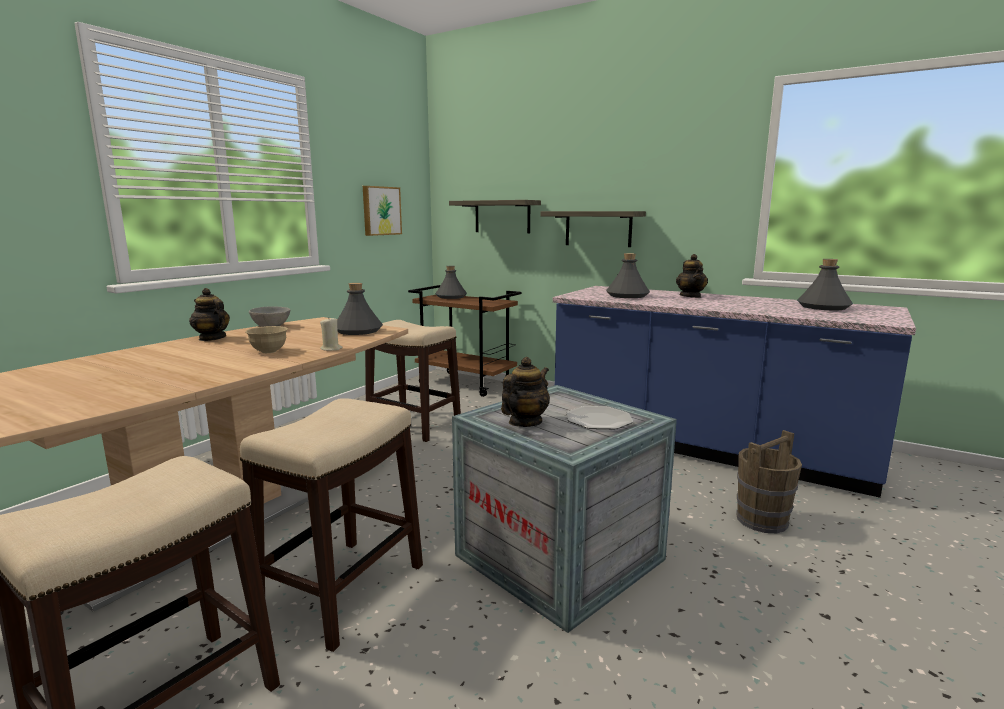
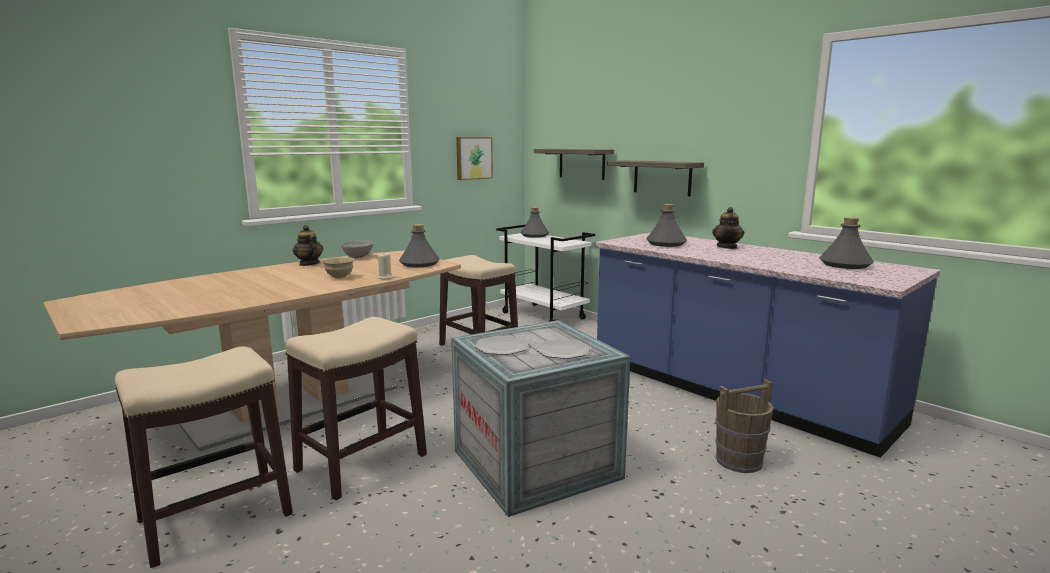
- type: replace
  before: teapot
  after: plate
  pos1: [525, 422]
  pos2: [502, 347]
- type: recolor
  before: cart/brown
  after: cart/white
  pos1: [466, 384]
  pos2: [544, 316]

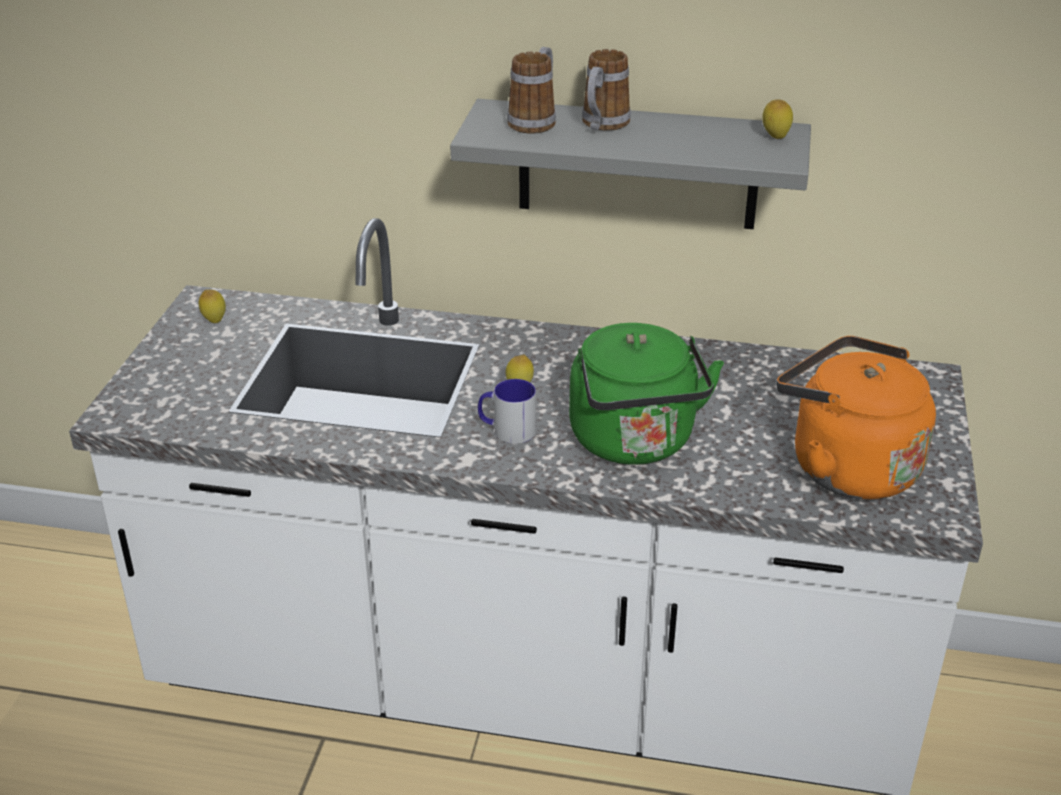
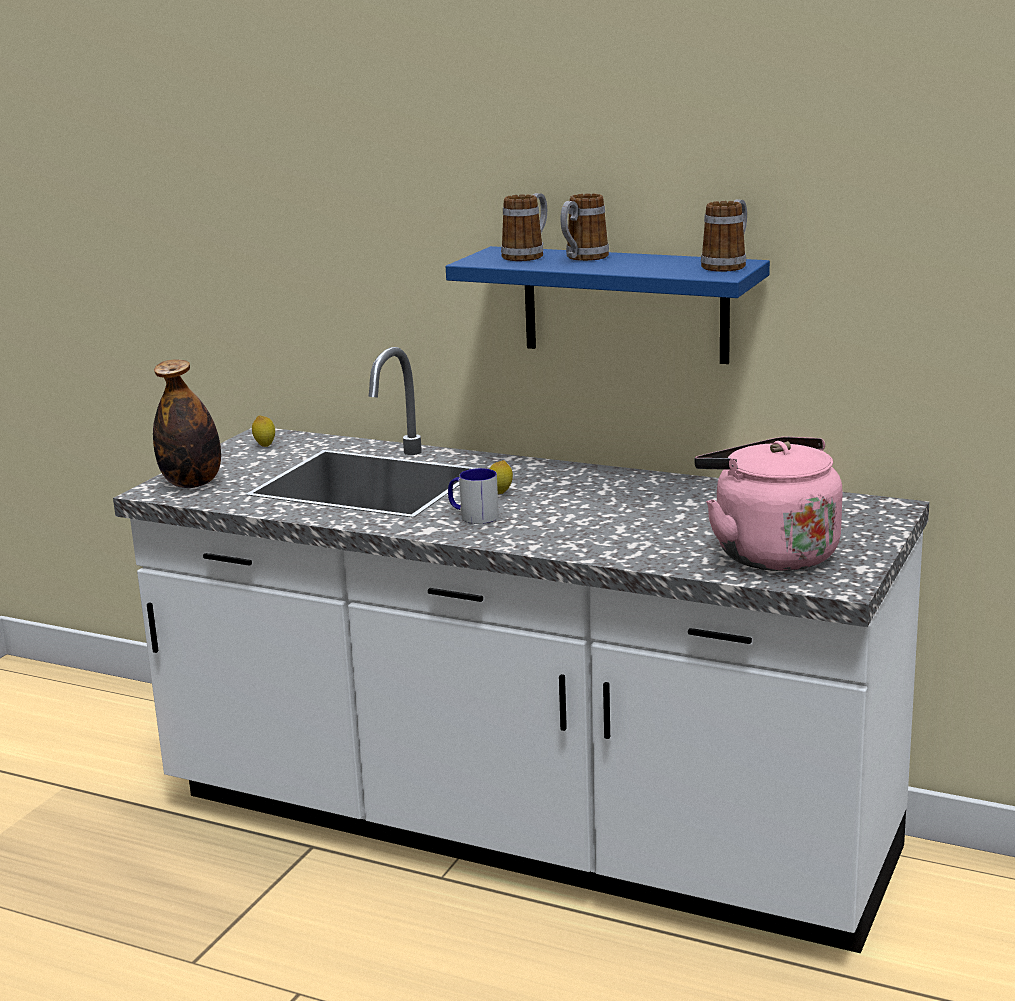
- type: delete
  before: kettle/green
  pos1: [635, 443]
- type: insert
  after: bottle
  pos2: [192, 484]
- type: replace
  before: lemon
  after: mug
  pos1: [775, 138]
  pos2: [728, 265]
- type: recolor
  before: shelf/grey
  after: shelf/blue
  pos1: [638, 165]
  pos2: [625, 304]
- type: recolor
  before: kettle/orange
  after: kettle/pink
  pos1: [846, 466]
  pos2: [769, 553]

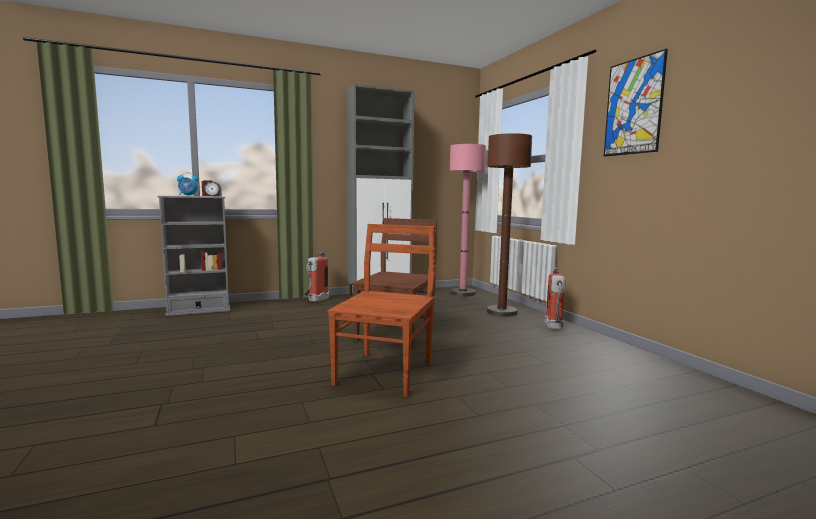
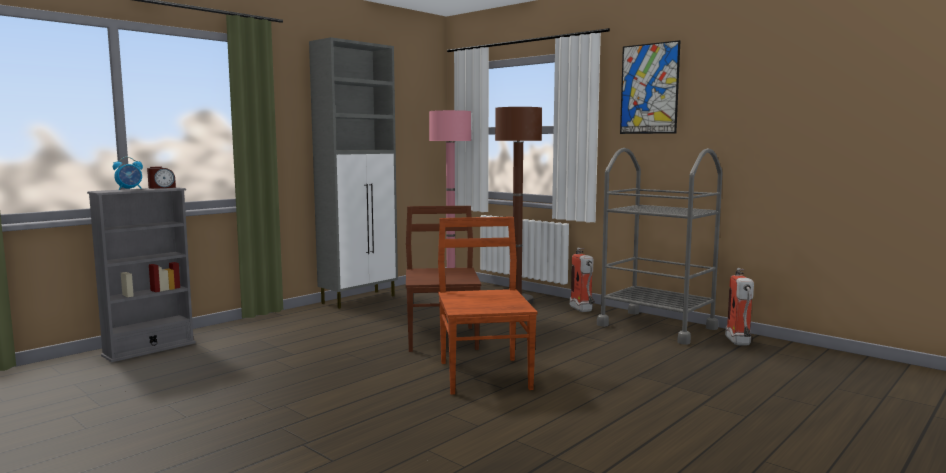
- type: insert
  after: cart/grey
  pos2: [656, 327]
- type: move
  before: fire extinguisher
  pos1: [315, 301]
  pos2: [739, 343]

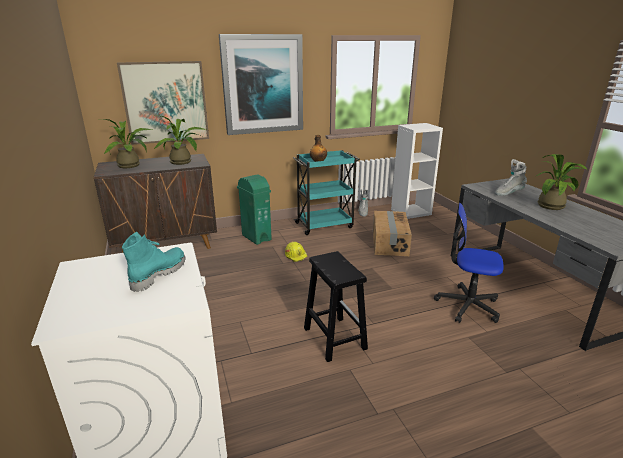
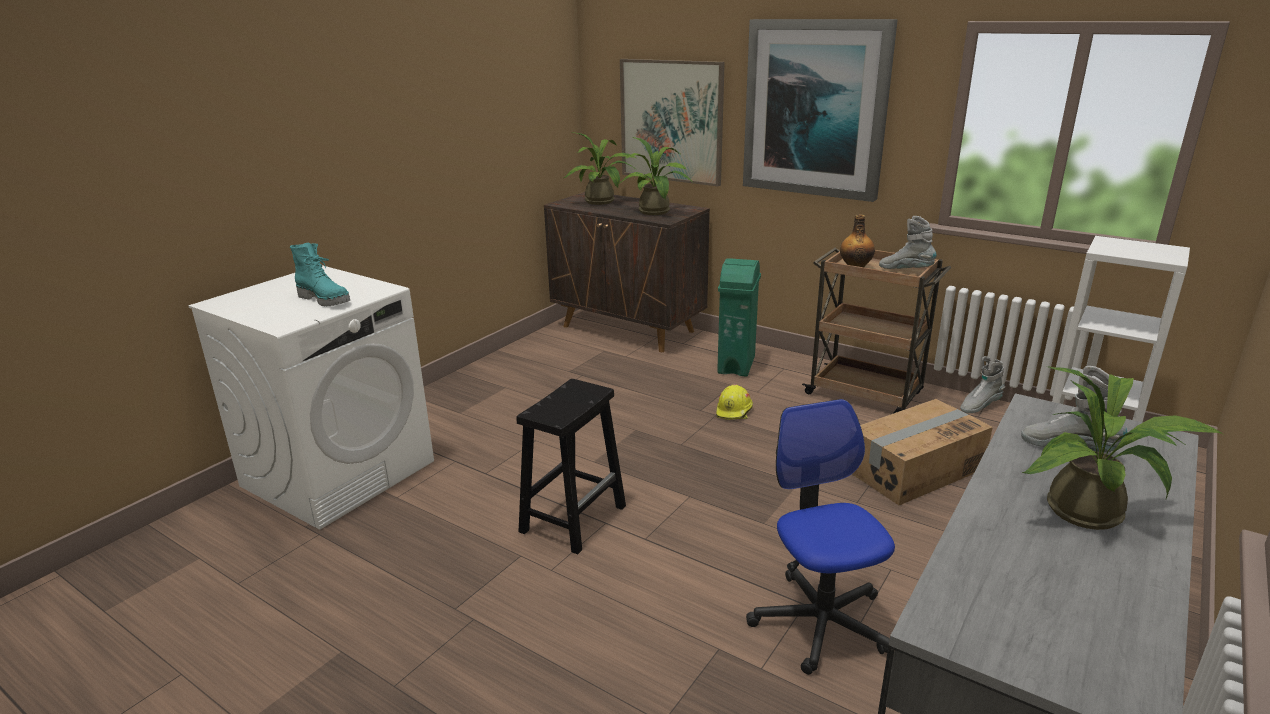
- type: insert
  after: boot/grey
  pos2: [905, 270]
- type: recolor
  before: cart/turquoise
  after: cart/brown
  pos1: [325, 225]
  pos2: [866, 394]
- type: rotate
  before: boot/turquoise
  pos1: [158, 274]
  pos2: [325, 300]
  turn: 45

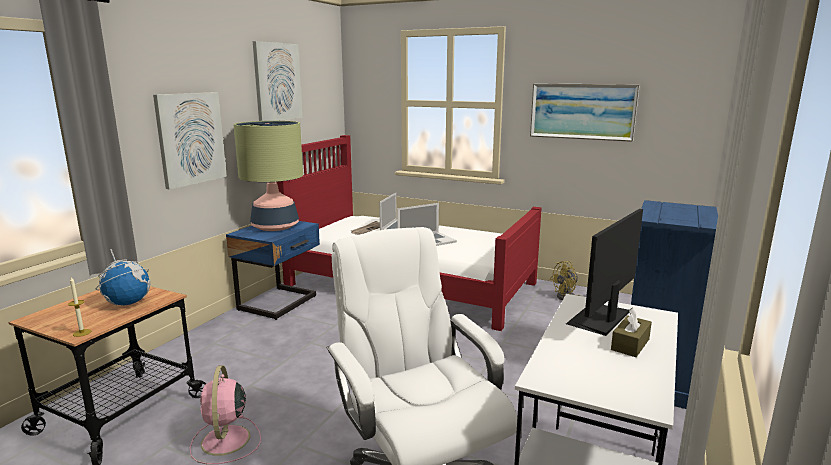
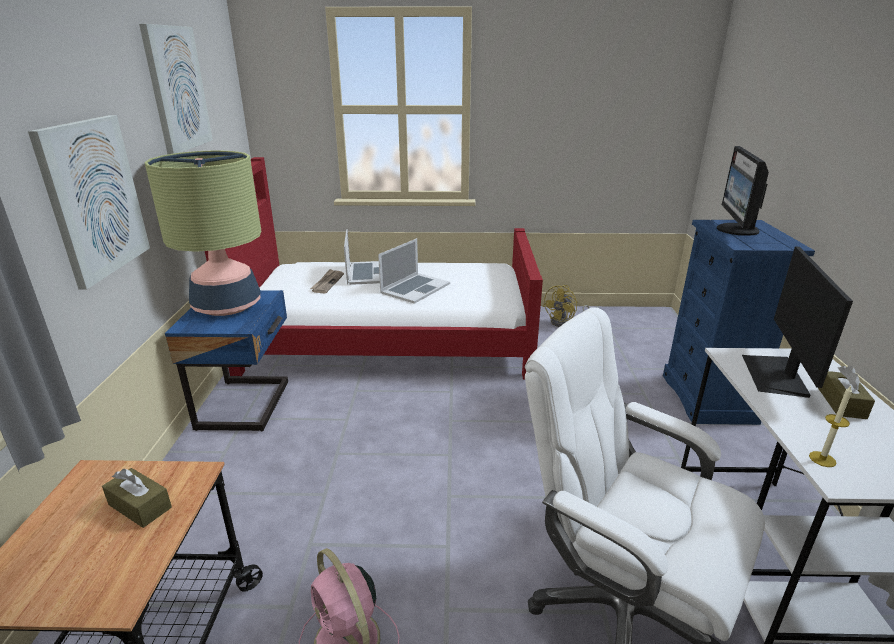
- type: delete
  before: picture
  pos1: [582, 111]
- type: insert
  after: monitor
  pos2: [736, 230]
- type: move
  before: candle
  pos1: [82, 333]
  pos2: [822, 459]
- type: replace
  before: globe
  after: tissue box/brown
  pos1: [128, 303]
  pos2: [140, 506]

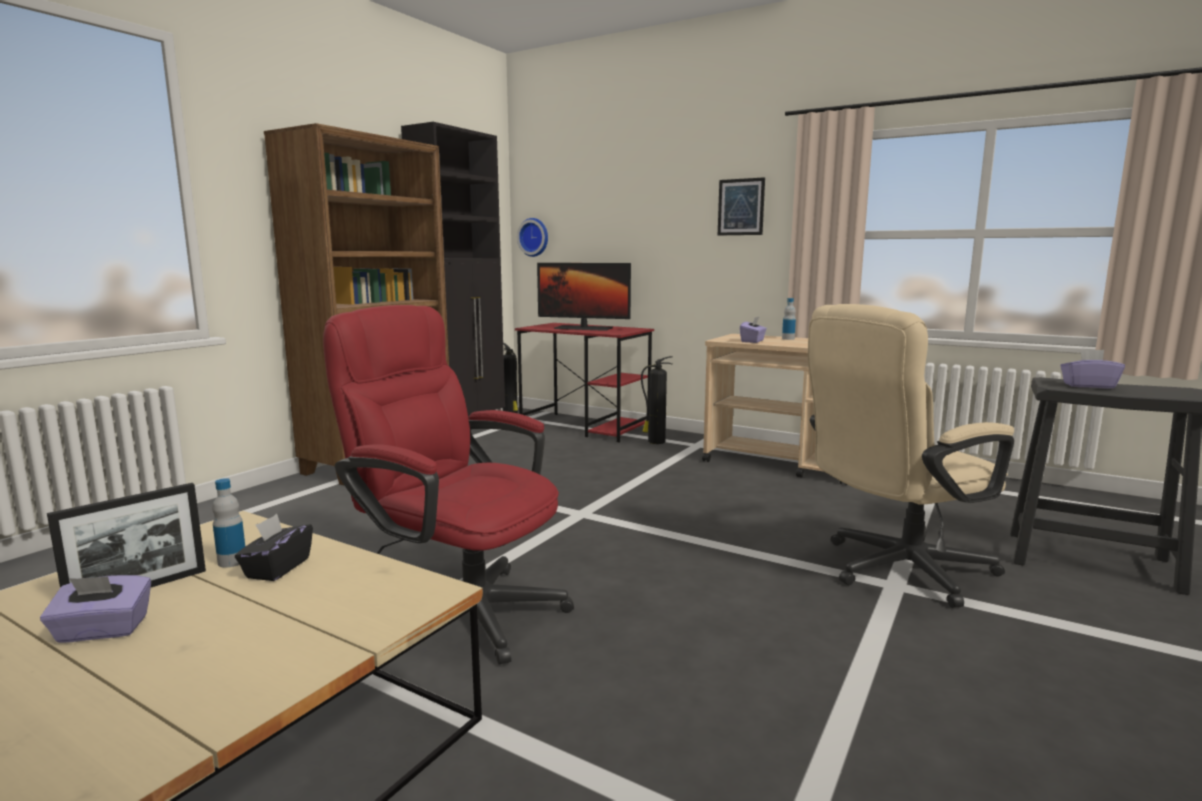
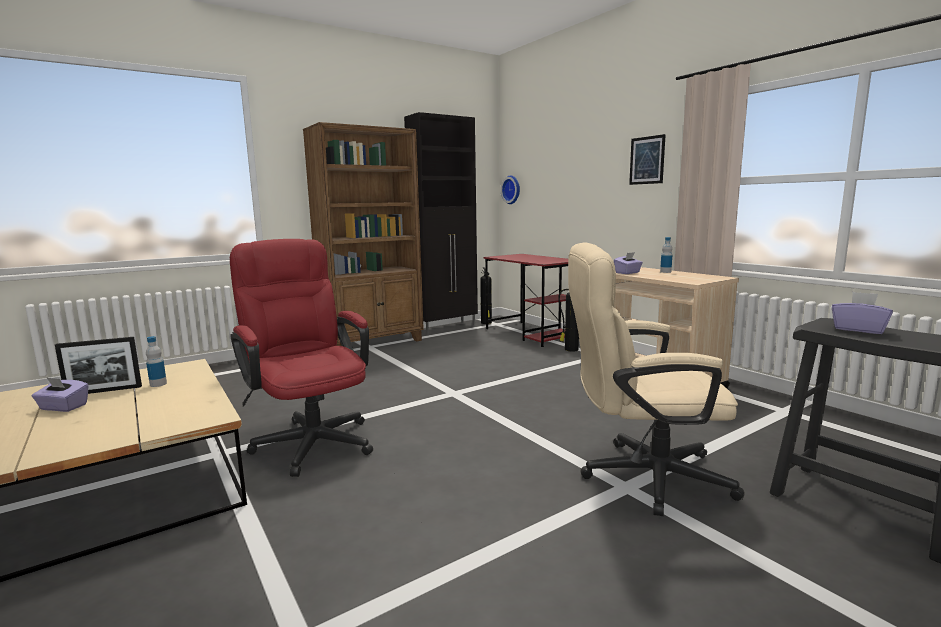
- type: delete
  before: tissue box/black
  pos1: [277, 568]
- type: delete
  before: monitor
  pos1: [583, 328]

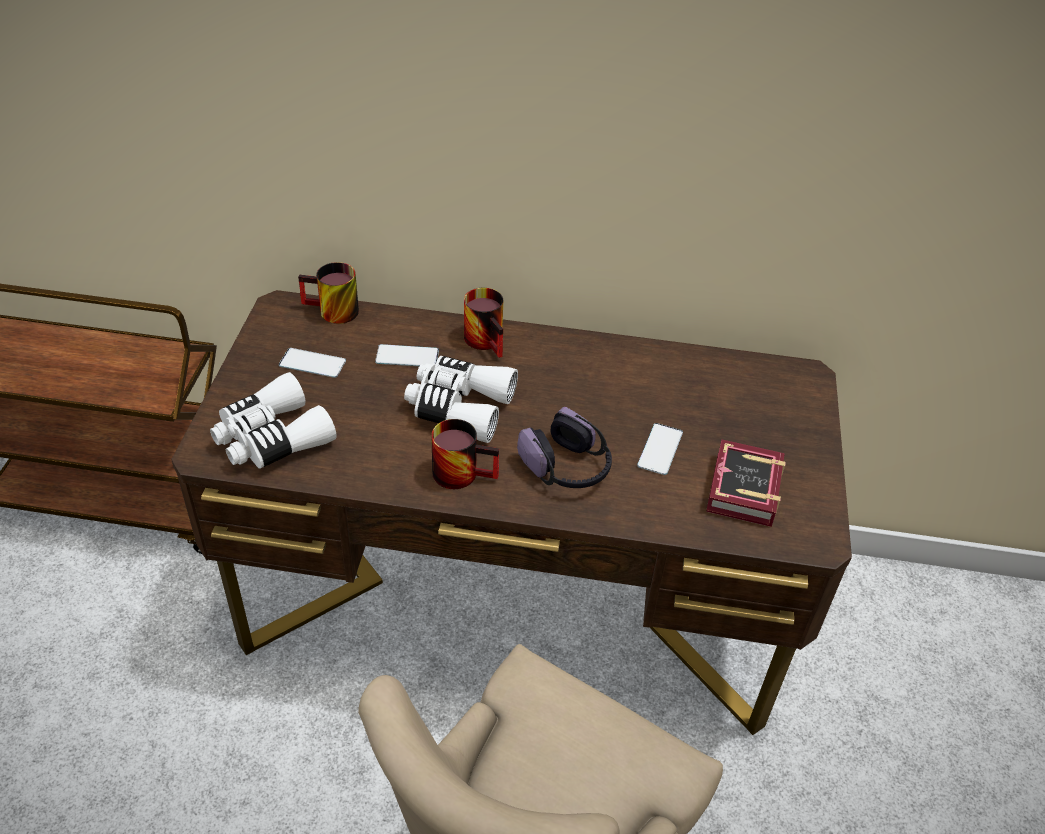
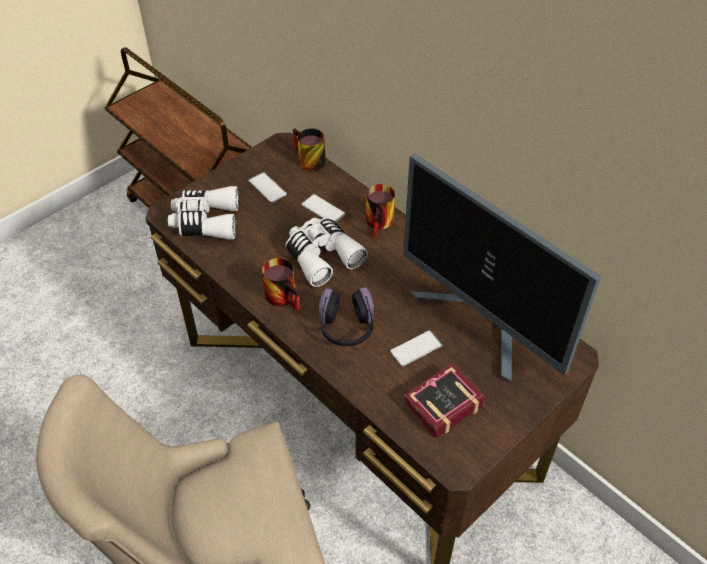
- type: insert
  after: monitor
  pos2: [482, 323]

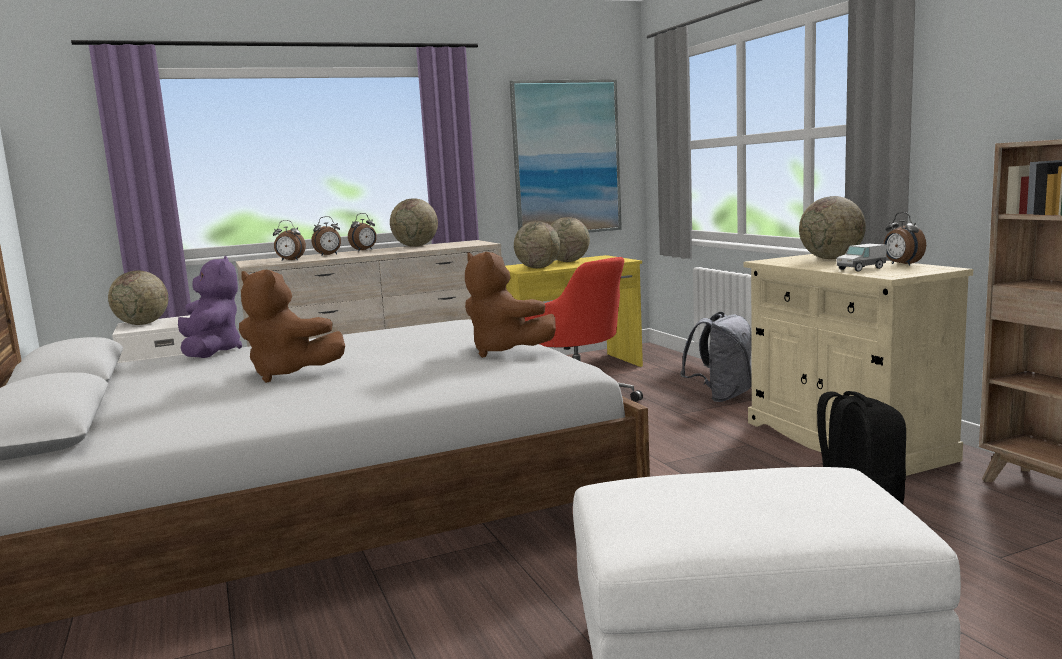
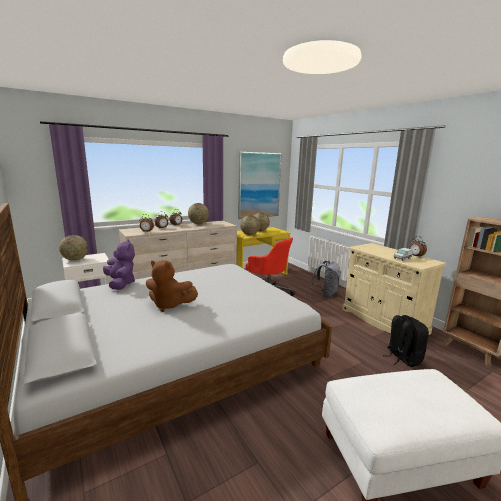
- type: delete
  before: plush toy/brown
  pos1: [504, 351]
- type: delete
  before: globe
  pos1: [831, 258]

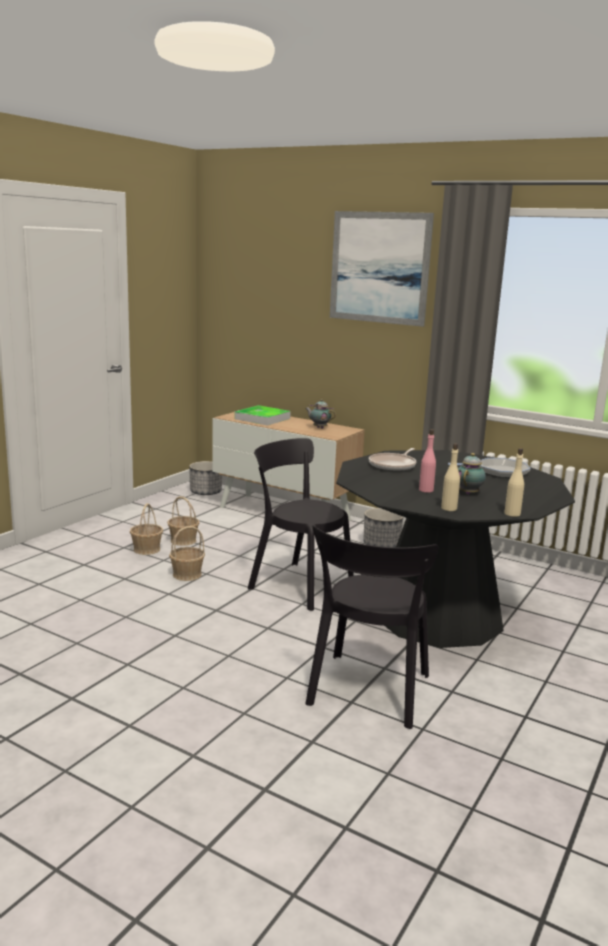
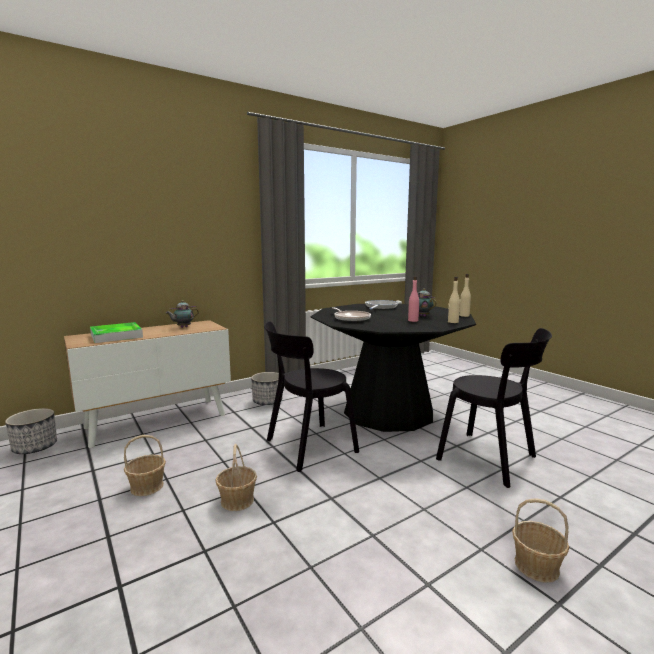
- type: delete
  before: picture
  pos1: [379, 268]
- type: move
  before: basket
  pos1: [146, 549]
  pos2: [537, 566]

